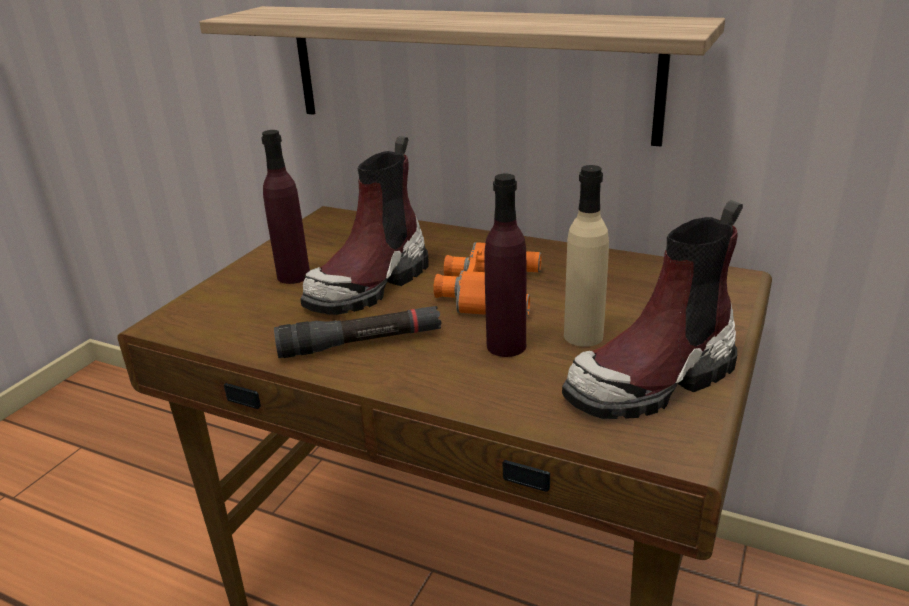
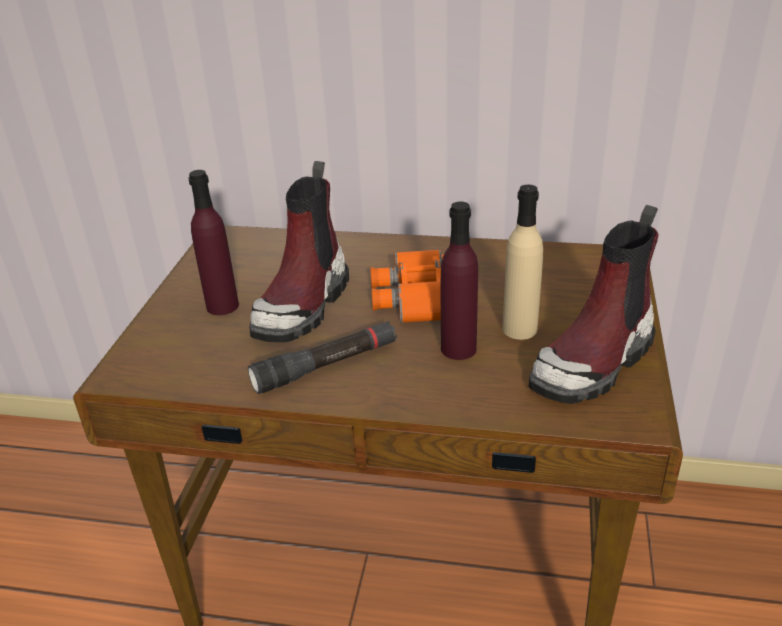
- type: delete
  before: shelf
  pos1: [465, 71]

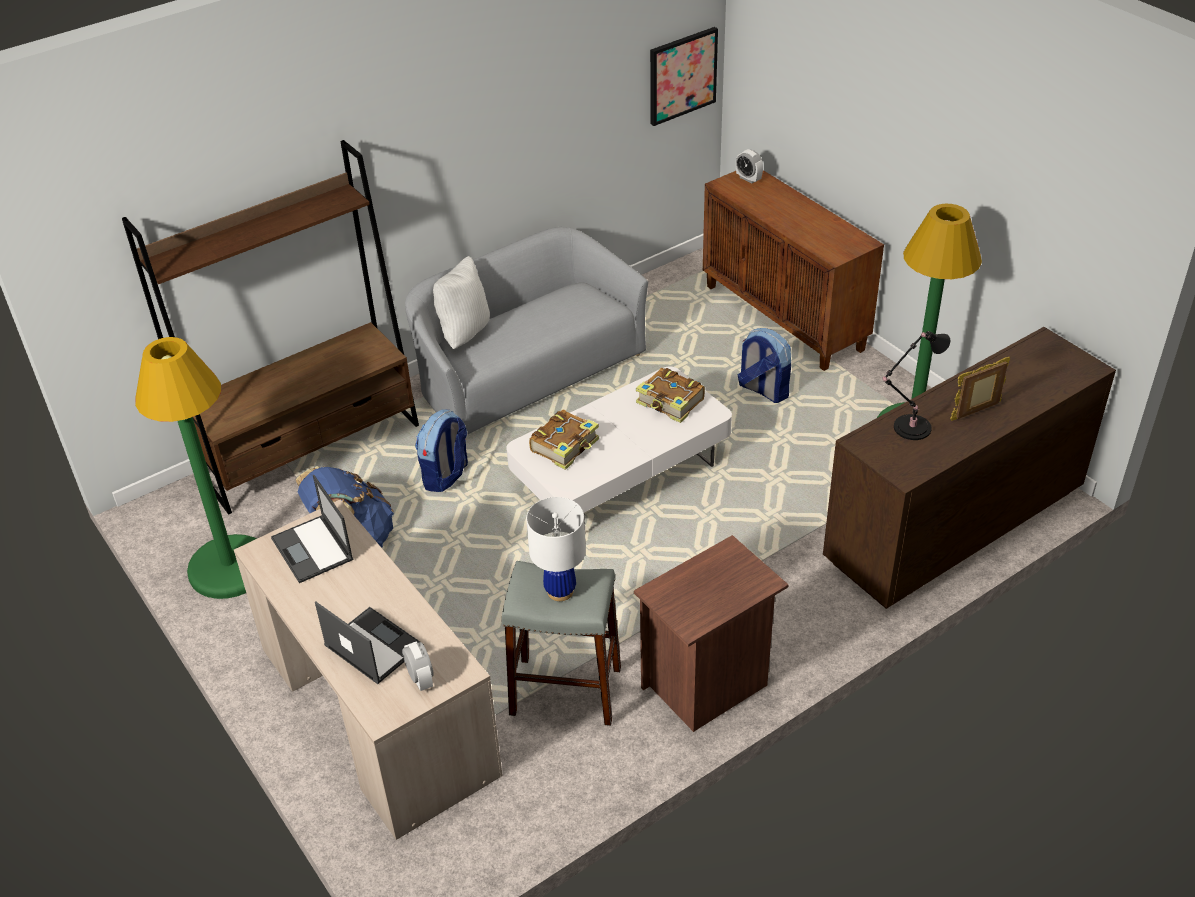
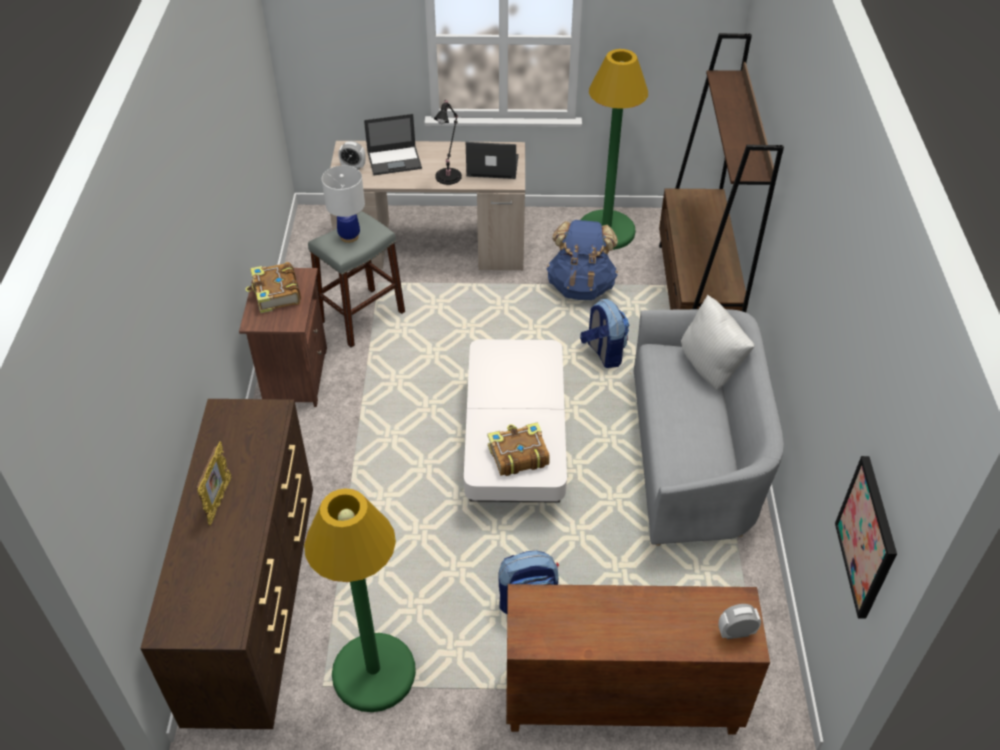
- type: move
  before: book
  pos1: [566, 446]
  pos2: [275, 294]
- type: move
  before: table lamp/black
  pos1: [909, 428]
  pos2: [449, 175]

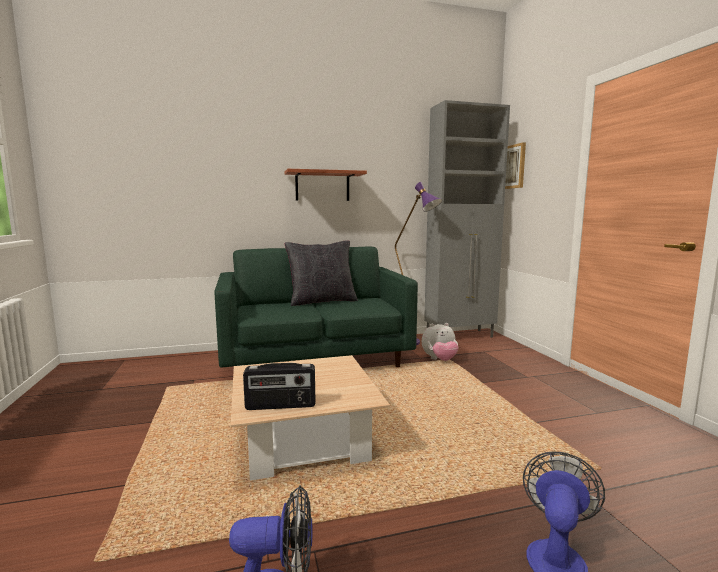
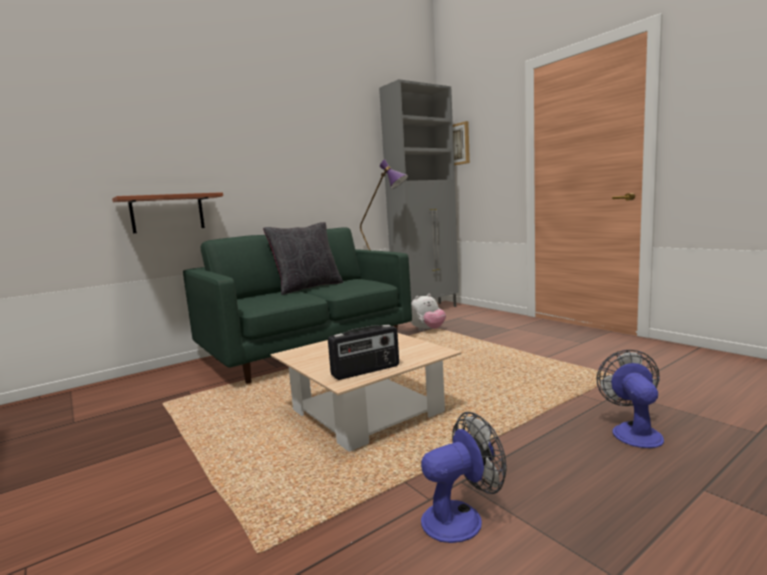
- type: move
  before: shelf
  pos1: [322, 186]
  pos2: [167, 213]

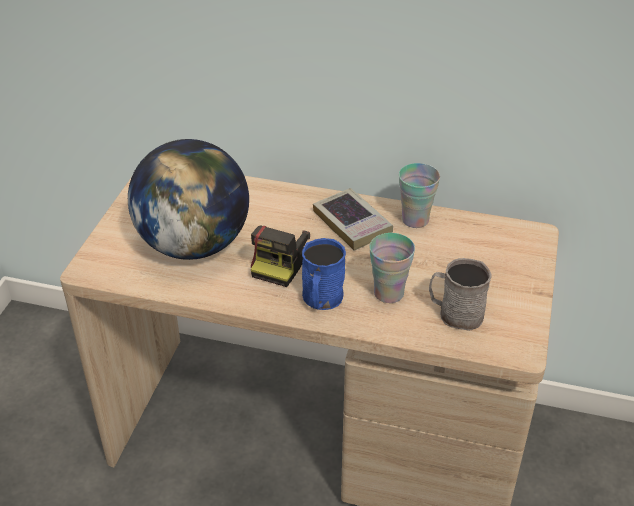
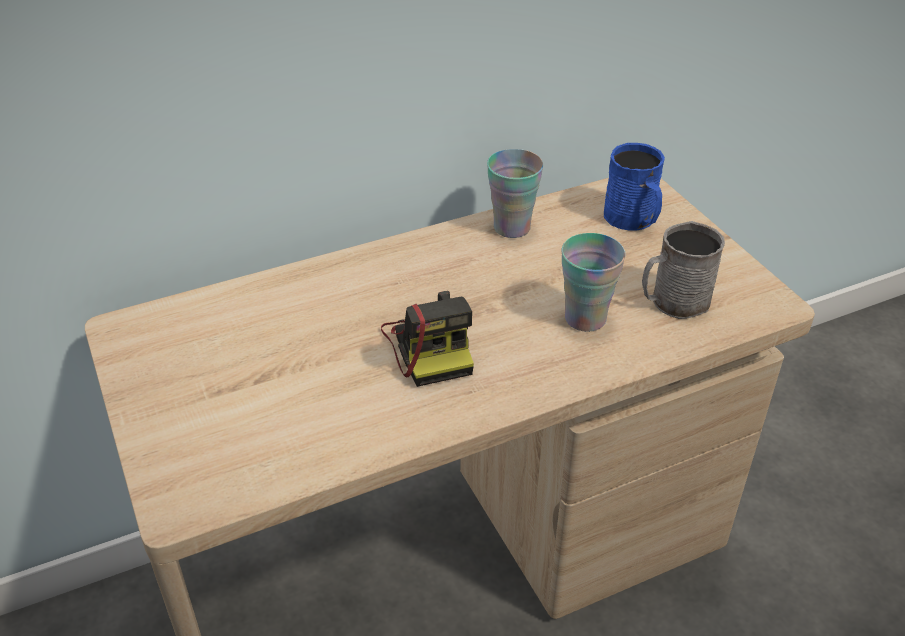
- type: delete
  before: globe
  pos1: [194, 245]
- type: delete
  before: book
  pos1: [352, 223]
- type: move
  before: mug/blue
  pos1: [321, 299]
  pos2: [633, 220]

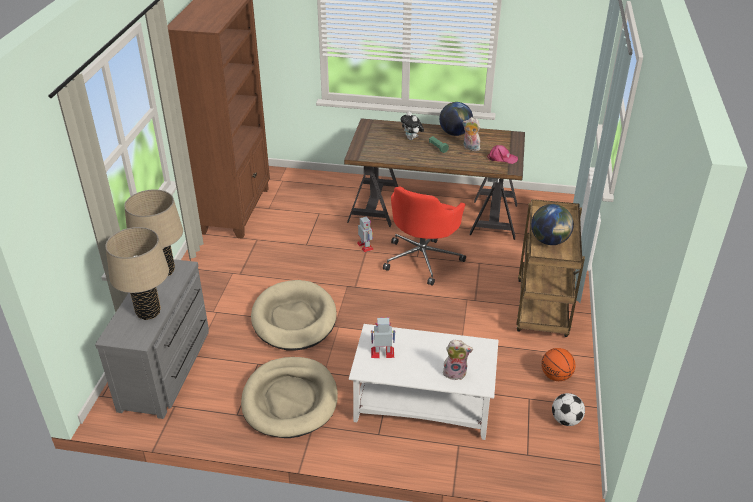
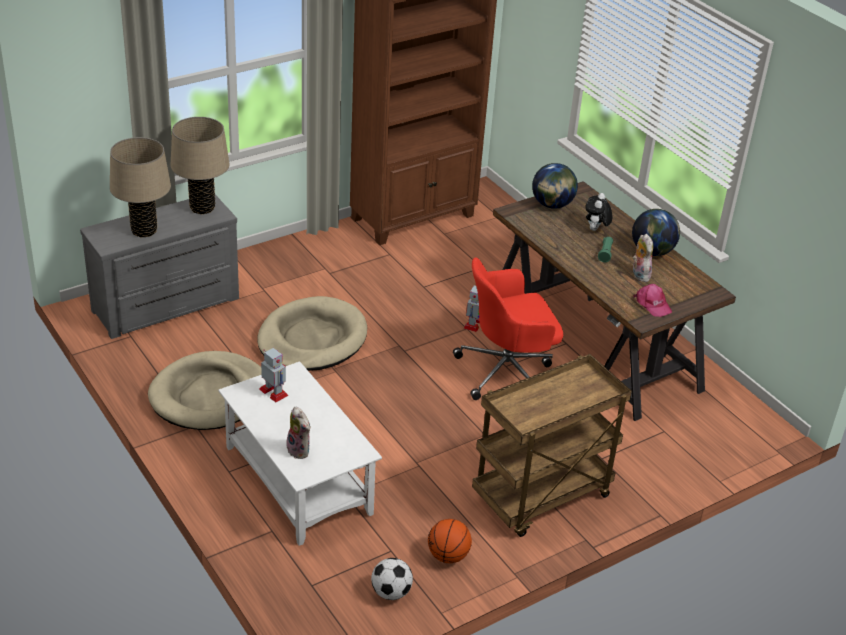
- type: move
  before: globe
  pos1: [549, 241]
  pos2: [552, 205]

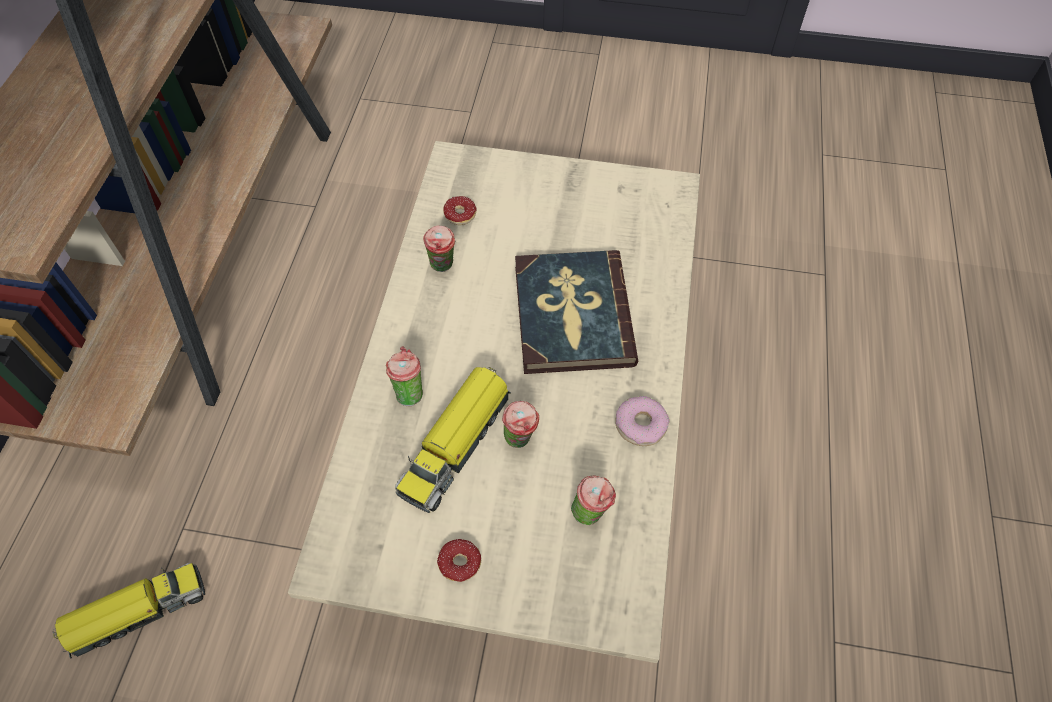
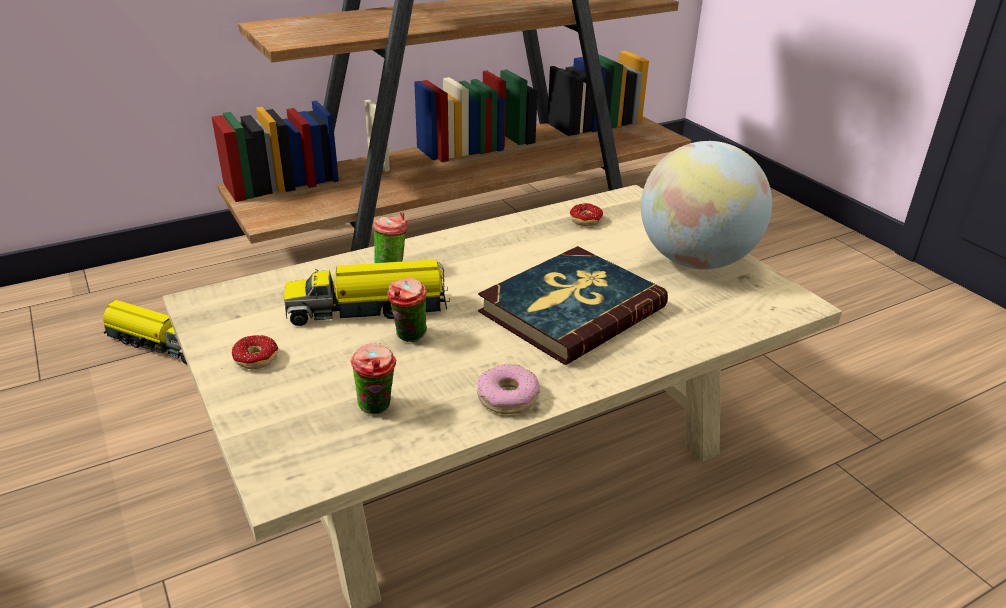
- type: delete
  before: cup
  pos1: [443, 267]
- type: insert
  after: globe
  pos2: [695, 261]

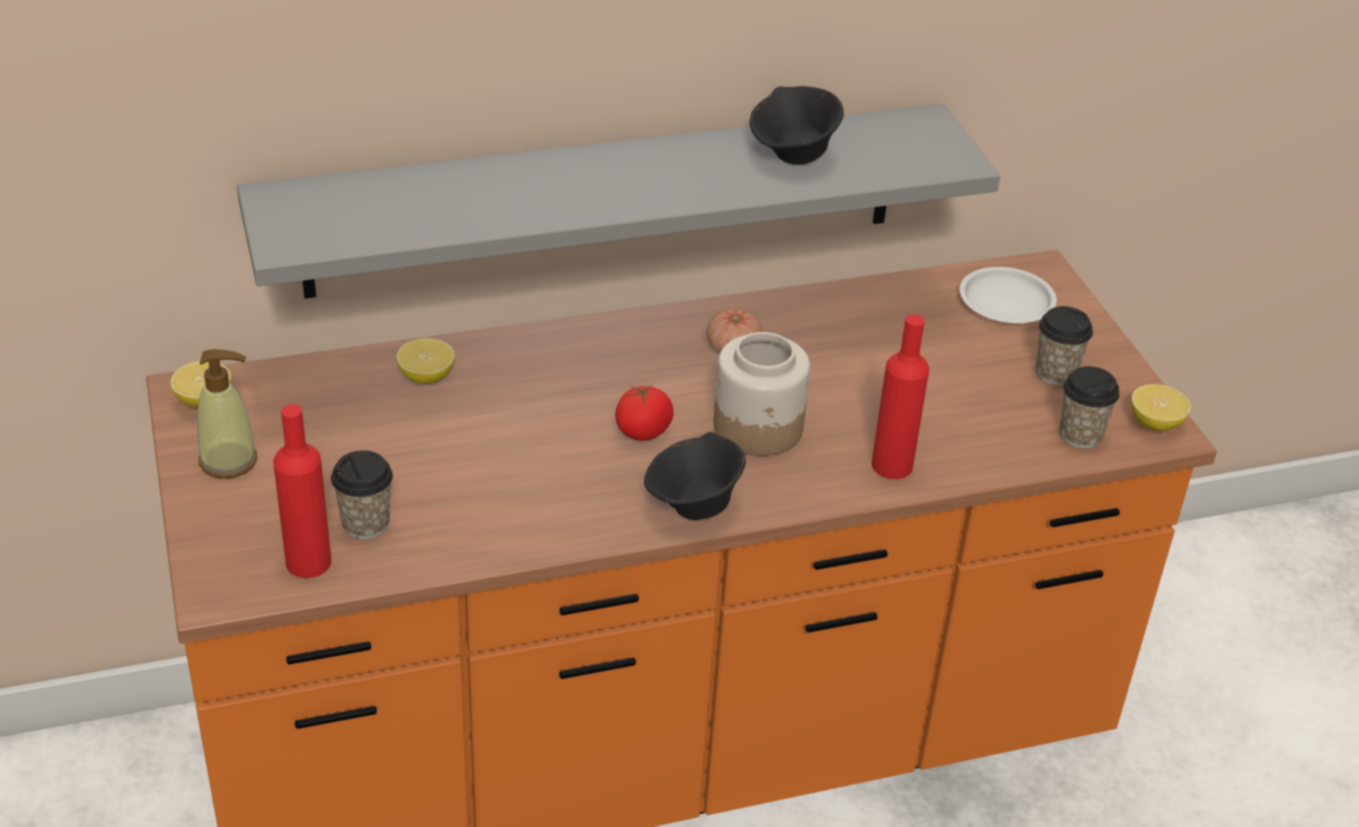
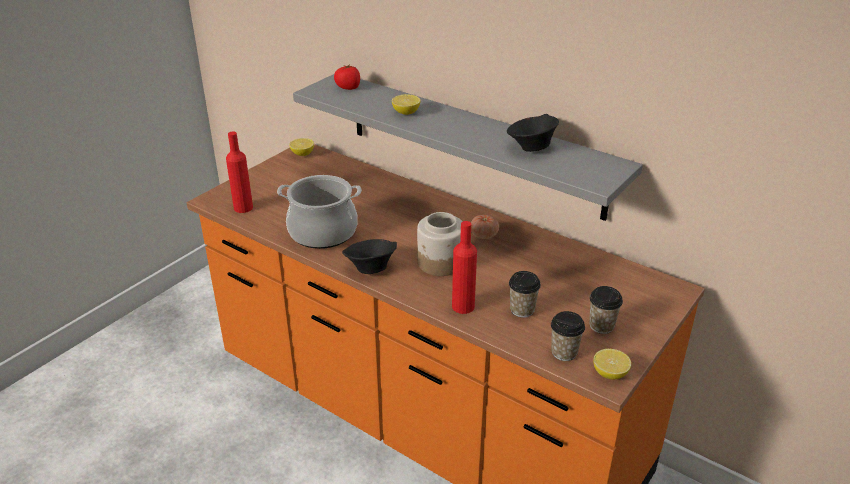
- type: delete
  before: soap dispenser
  pos1: [229, 461]
- type: delete
  before: plate/white
  pos1: [1005, 301]
- type: insert
  after: cooking pot
  pos2: [323, 232]
- type: move
  before: cup
  pos1: [365, 524]
  pos2: [522, 310]
- type: move
  before: lemon
  pos1: [426, 377]
  pos2: [406, 113]
- type: move
  before: tomato
  pos1: [643, 431]
  pos2: [348, 87]

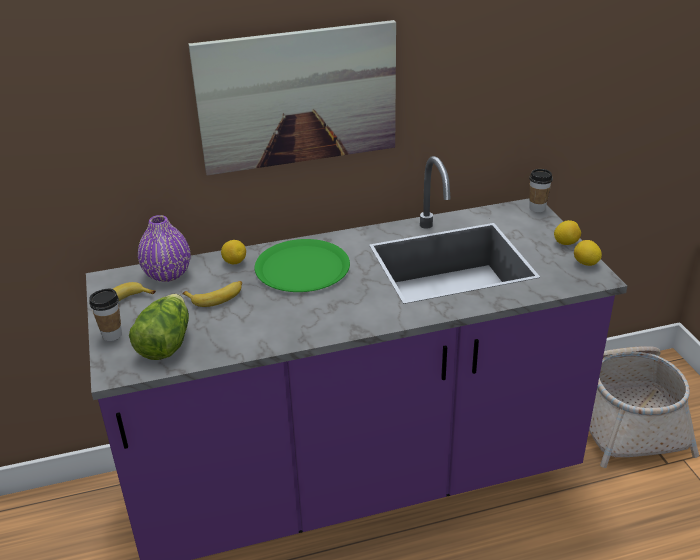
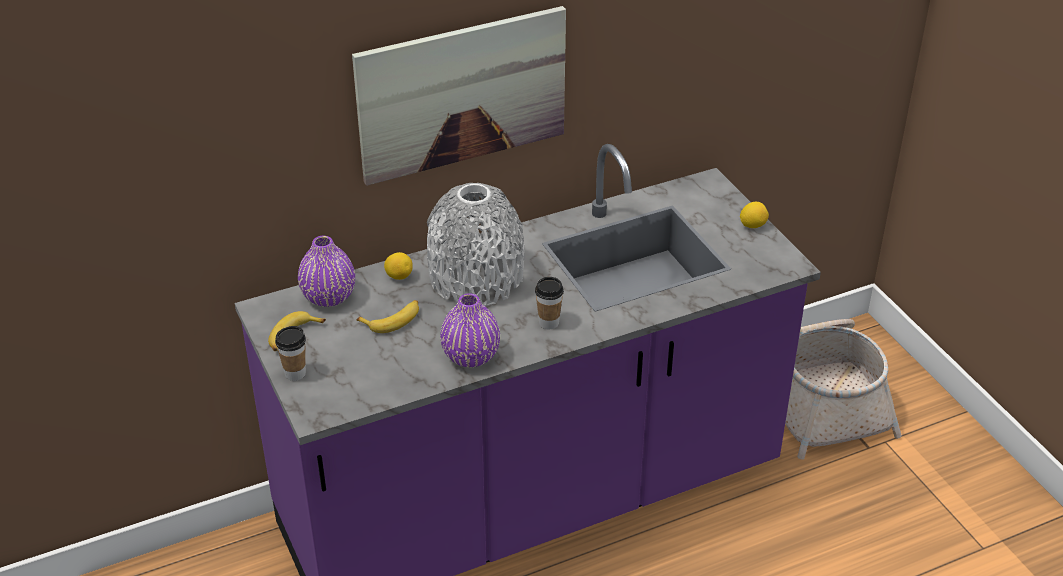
- type: delete
  before: lettuce
  pos1: [165, 342]
- type: delete
  before: lemon
  pos1: [586, 263]
- type: insert
  after: vase/purple
  pos2: [471, 356]
- type: move
  before: cup
  pos1: [537, 208]
  pos2: [549, 323]
- type: replace
  before: plate/green
  after: vase/grey
  pos1: [302, 268]
  pos2: [476, 277]

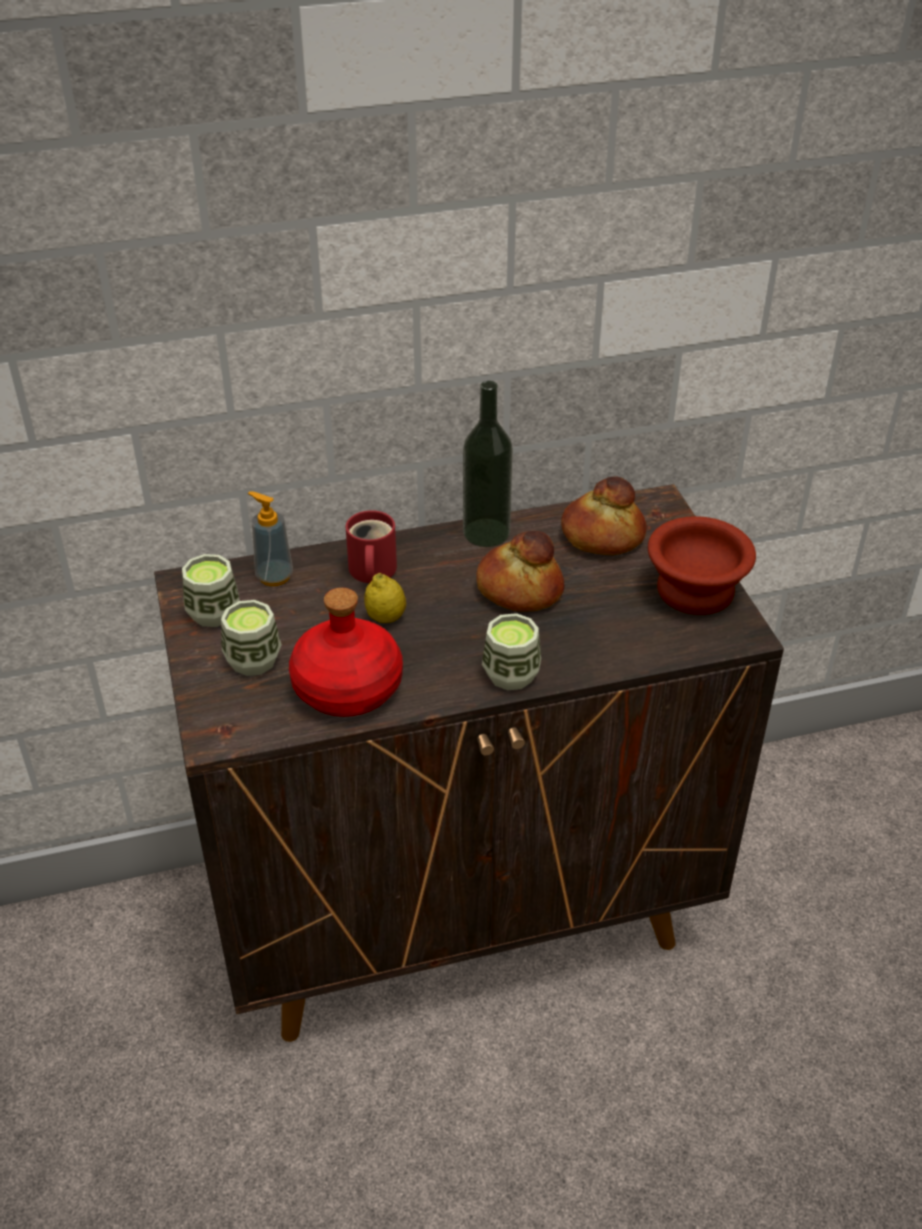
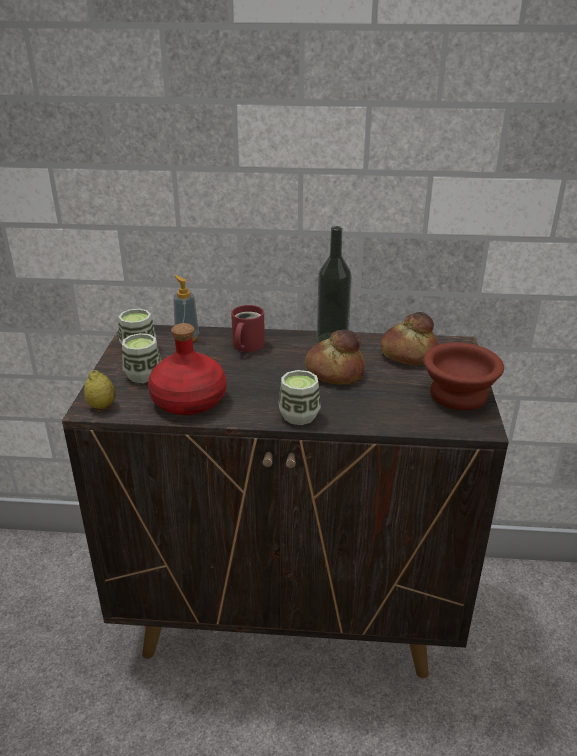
- type: move
  before: lemon
  pos1: [386, 618]
  pos2: [102, 406]

